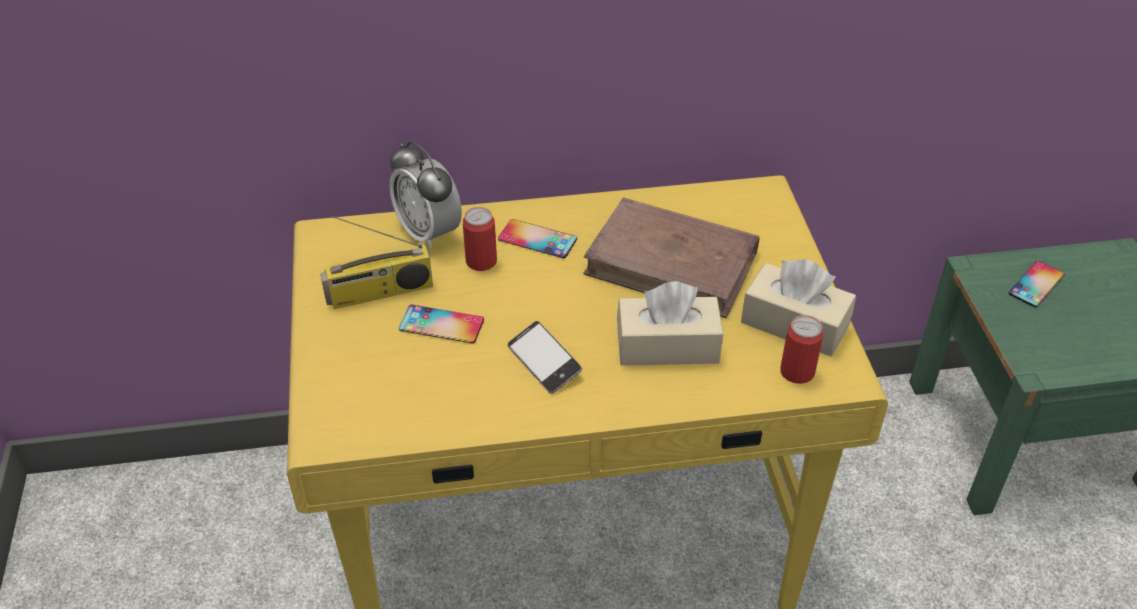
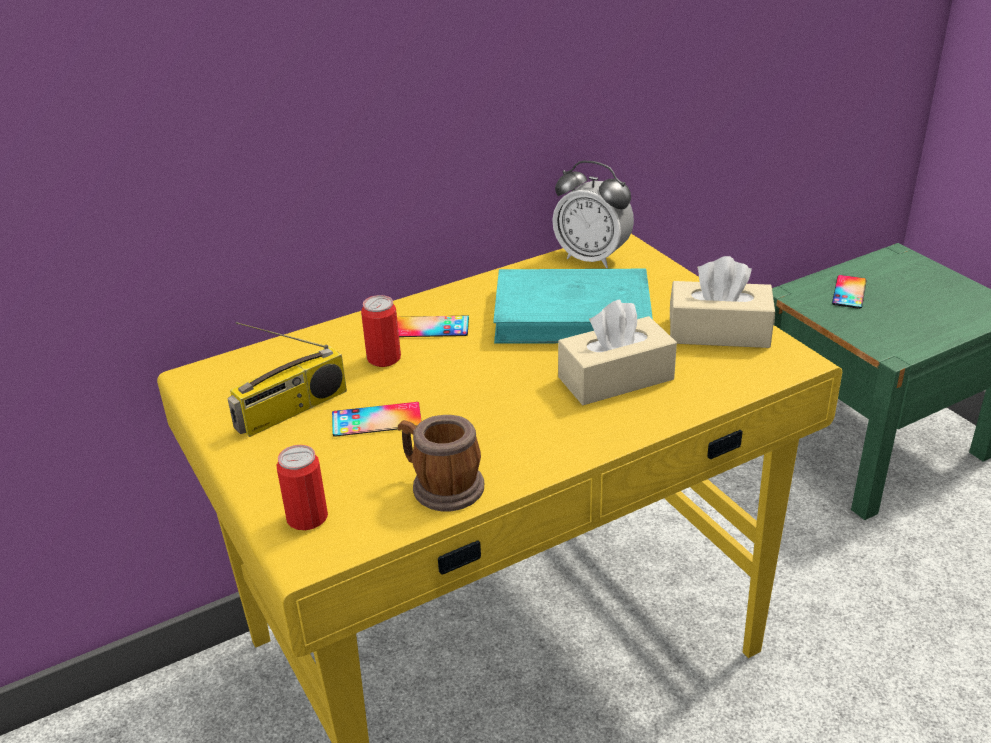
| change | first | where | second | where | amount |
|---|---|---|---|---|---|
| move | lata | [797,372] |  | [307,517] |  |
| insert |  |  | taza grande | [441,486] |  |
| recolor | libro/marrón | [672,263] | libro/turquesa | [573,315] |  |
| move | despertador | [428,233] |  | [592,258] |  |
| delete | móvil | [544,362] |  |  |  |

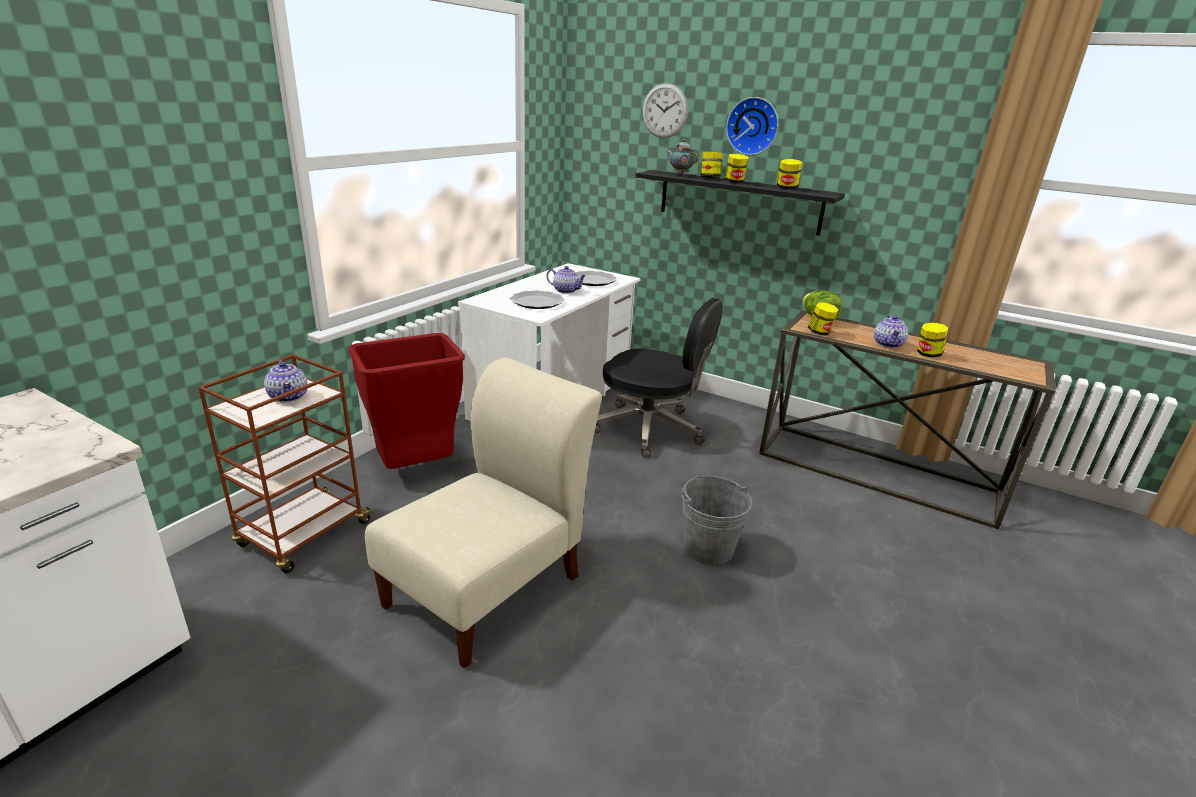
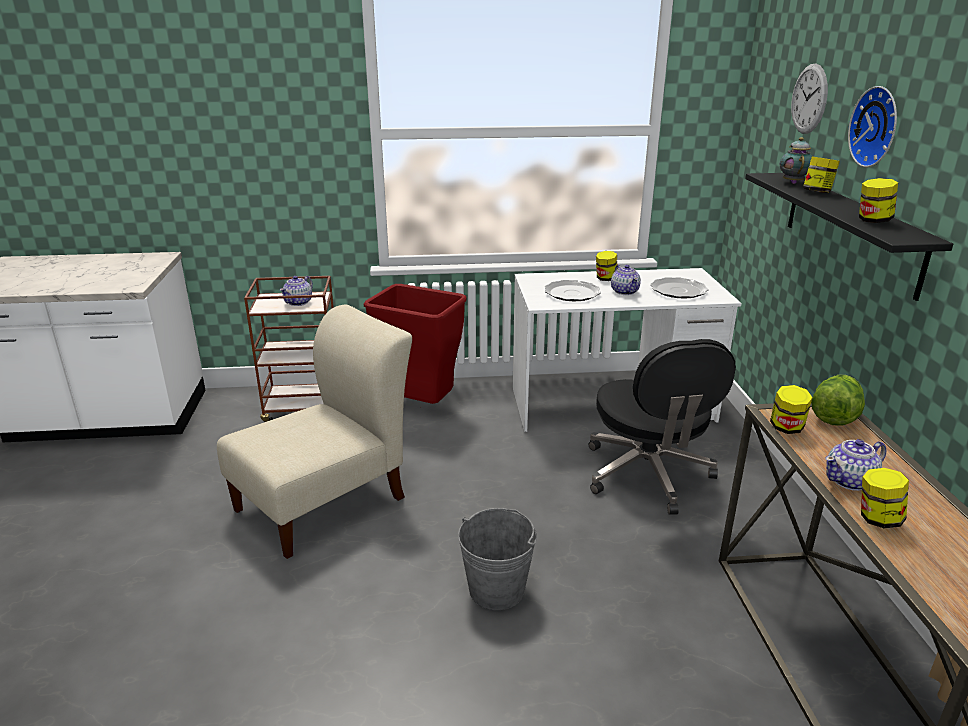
| change | first | where | second | where | amount |
|---|---|---|---|---|---|
| rotate | silla/beis | [490,586] |  | [327,501] | 45 degrees counterclockwise |
| move | tarro | [734,182] |  | [605,279] |  |

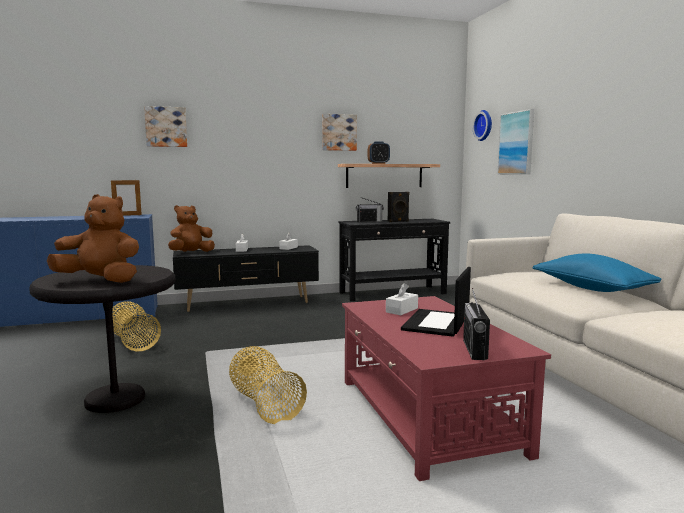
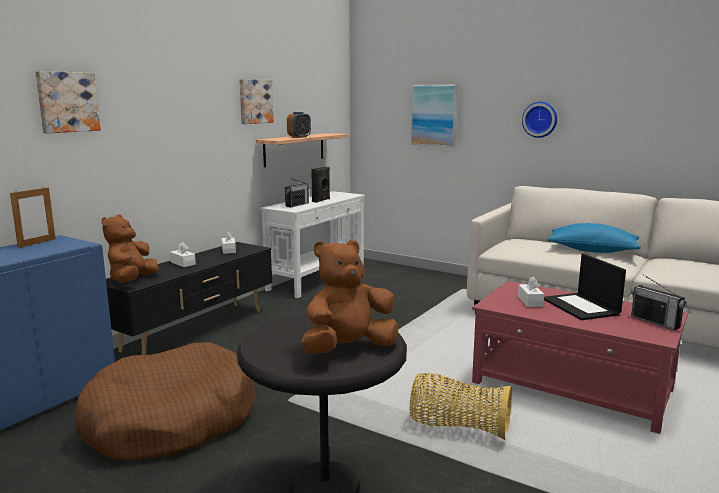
| change | first | where | second | where | amount |
|---|---|---|---|---|---|
| replace | cesta | [133,341] | cama para perro/marrón | [170,420] |  |
| recolor | mesa consola/negro | [393,293] | mesa consola/blanco | [317,279] |  |
| move | reloj de pared | [484,125] |  | [540,119] |  |

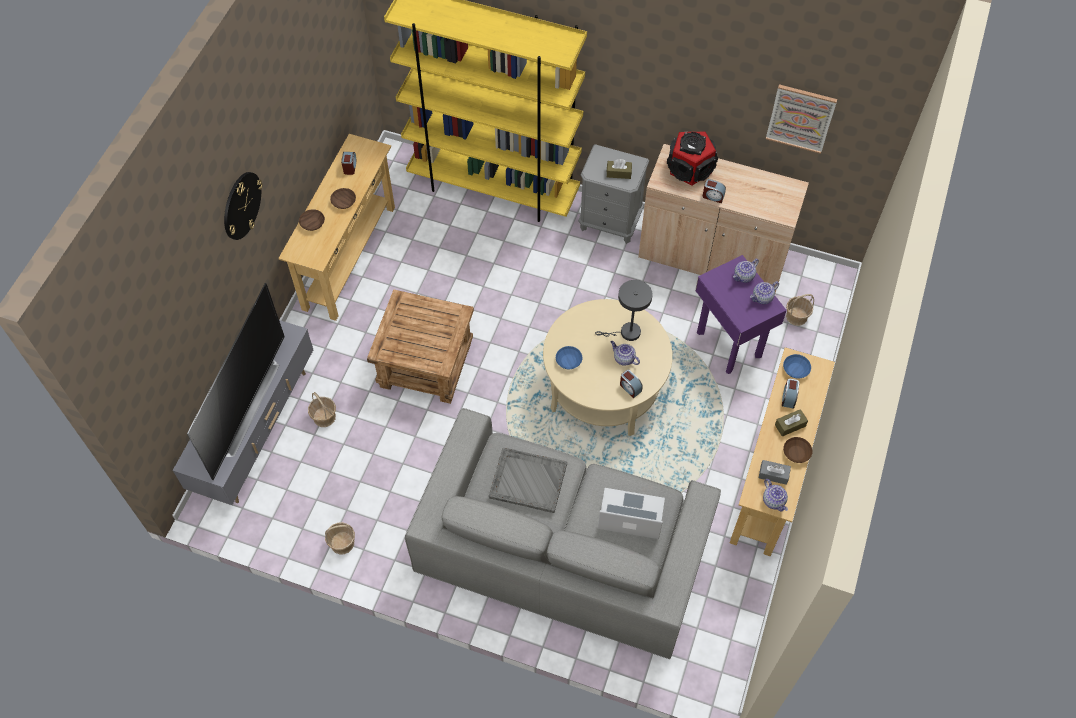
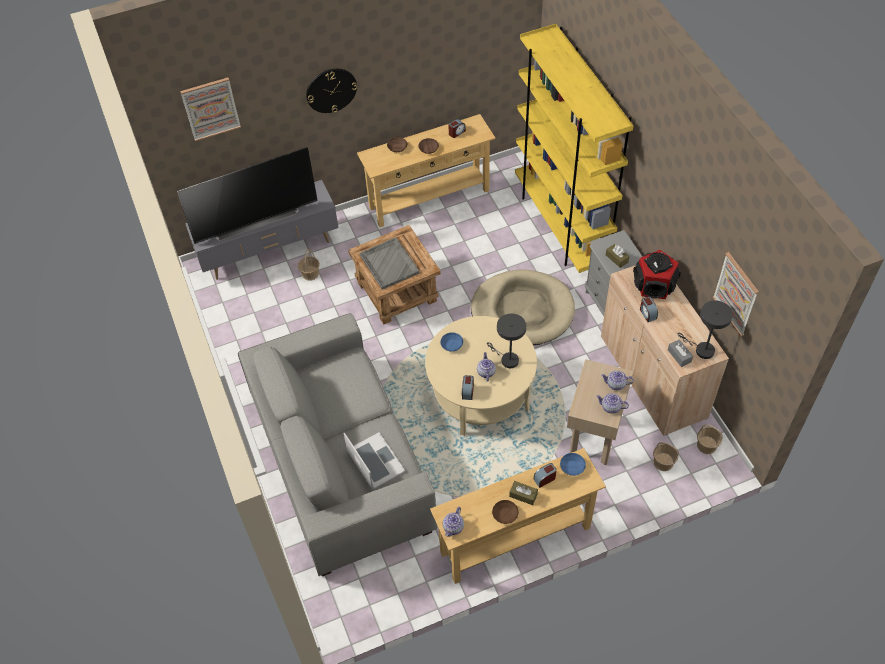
| change | first | where | second | where | amount |
|---|---|---|---|---|---|
| insert |  |  | cuadro | [210,108] |  |
| move | bandeja/gris | [527,480] |  | [389,263] |  |
| insert |  |  | cama para perro/beis | [522,311] |  |
| recolor | mesa auxiliar/morado | [728,344] | mesa auxiliar/beis | [593,438] |  |
| move | caja de pañuelos/gris | [773,474] |  | [679,356] |  |
| insert |  |  | lámpara de mesa/gris | [701,349] |  |
| move | cesta | [342,543] |  | [706,445] |  |

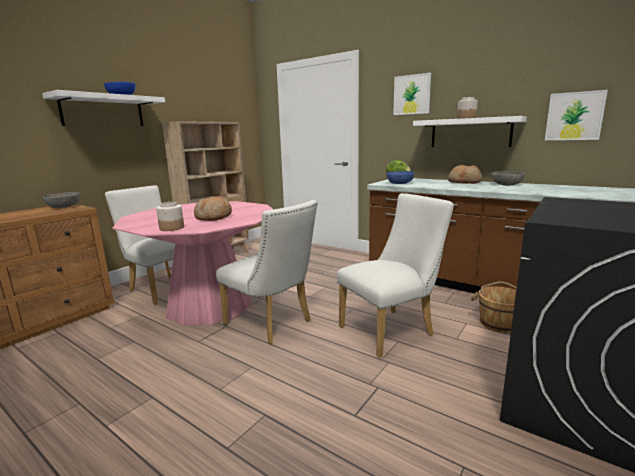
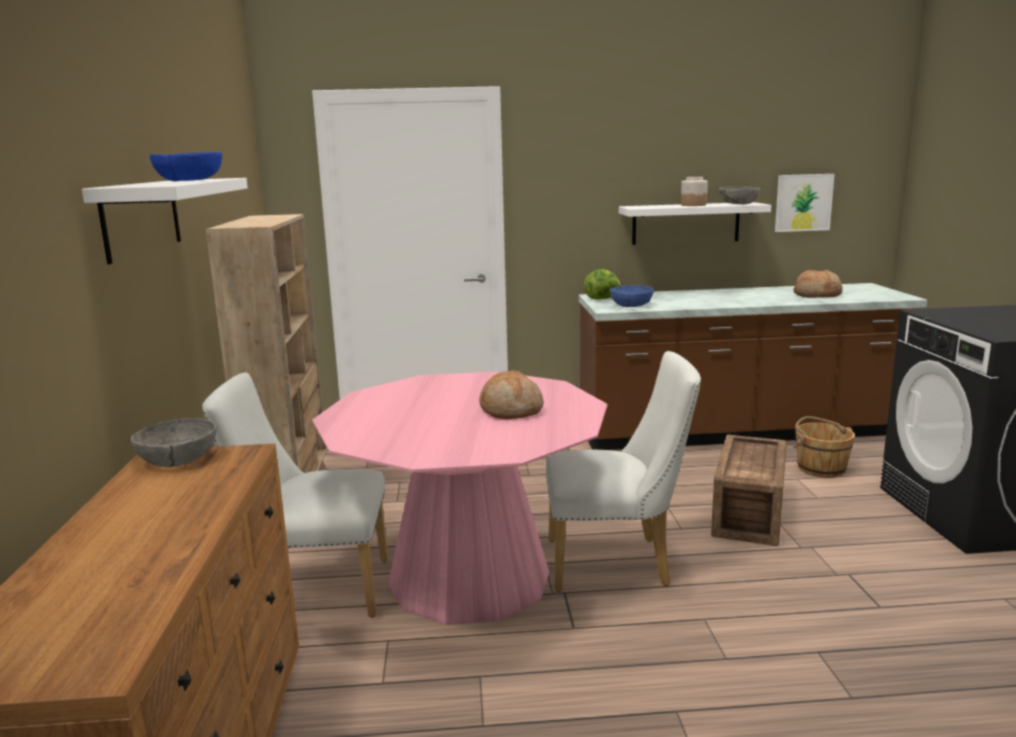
| change | first | where | second | where | amount |
|---|---|---|---|---|---|
| replace | silla/blanco | [391,330] | caja de embalaje | [751,513] |  |
| move | cuenco/gris | [506,184] |  | [738,204] |  |
| move | pan | [464,182] |  | [817,295] |  |
| delete | tarro | [172,228] |  |  |  |
| delete | cuadro | [412,94] |  |  |  |

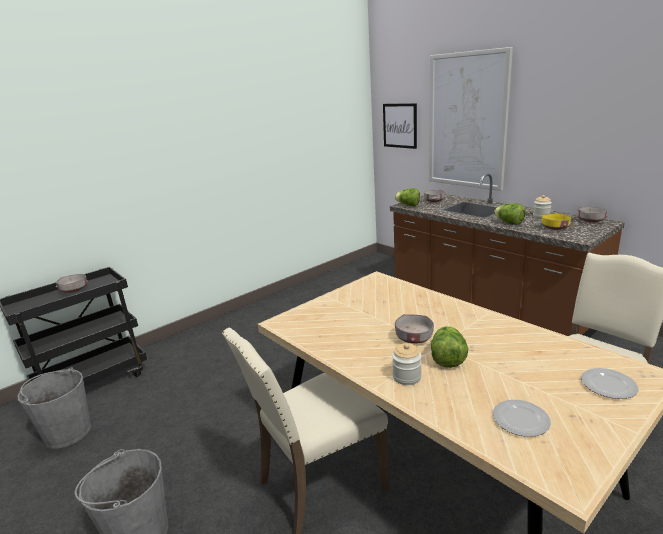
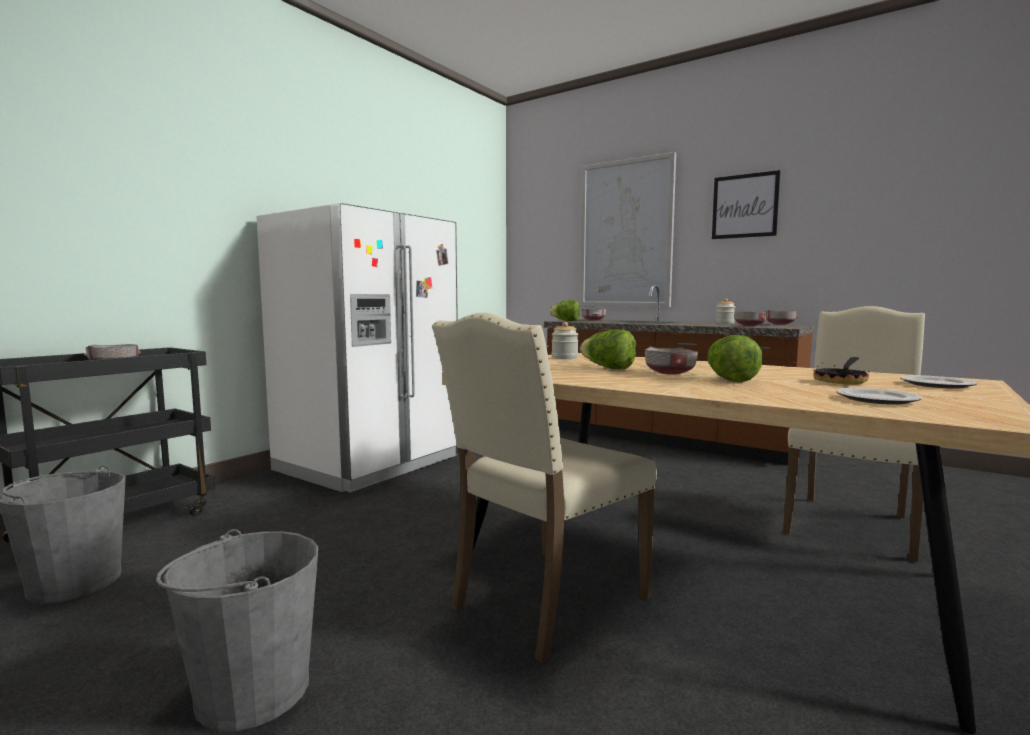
| change | first | where | second | where | amount |
|---|---|---|---|---|---|
| insert |  |  | nevera/blanco | [369,464] |  |
| move | tarro | [406,377] |  | [564,358] |  |
| move | lechuga | [509,223] |  | [608,368] |  |
| move | cuadro | [400,125] |  | [745,206] |  |
| recolor | cuenco/amarillo | [555,228] | cuenco/gris | [749,325] |  |
| insert |  |  | sartén | [842,381] |  |

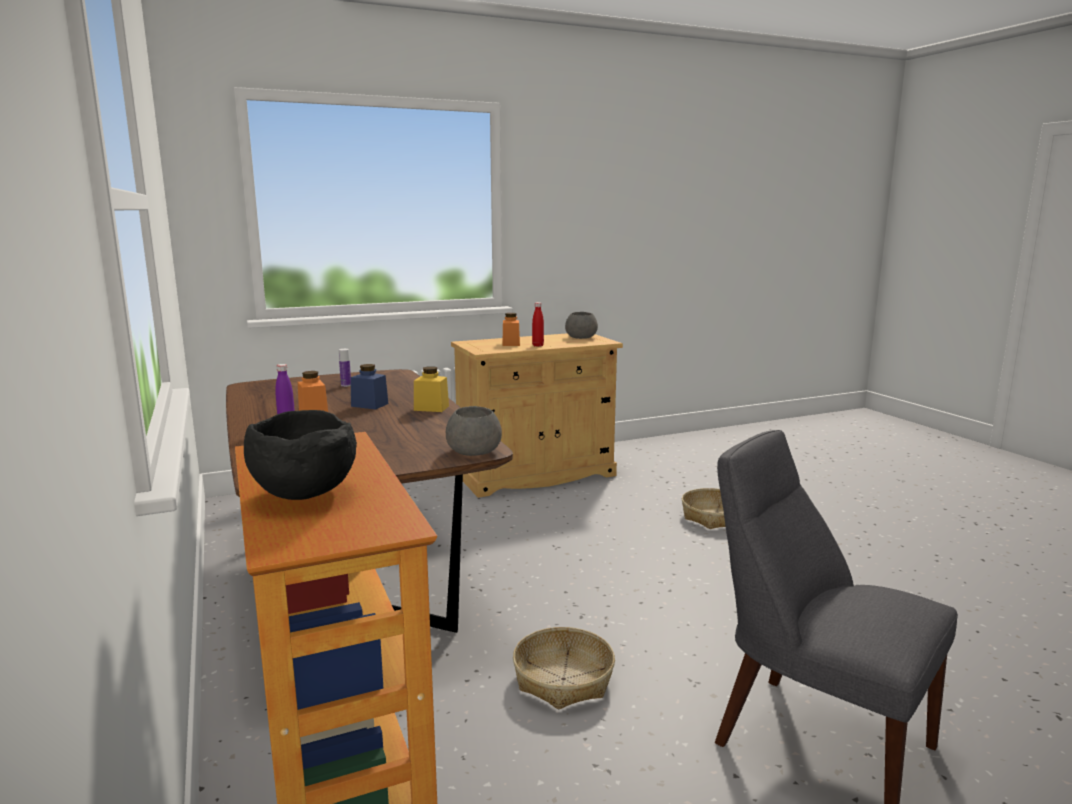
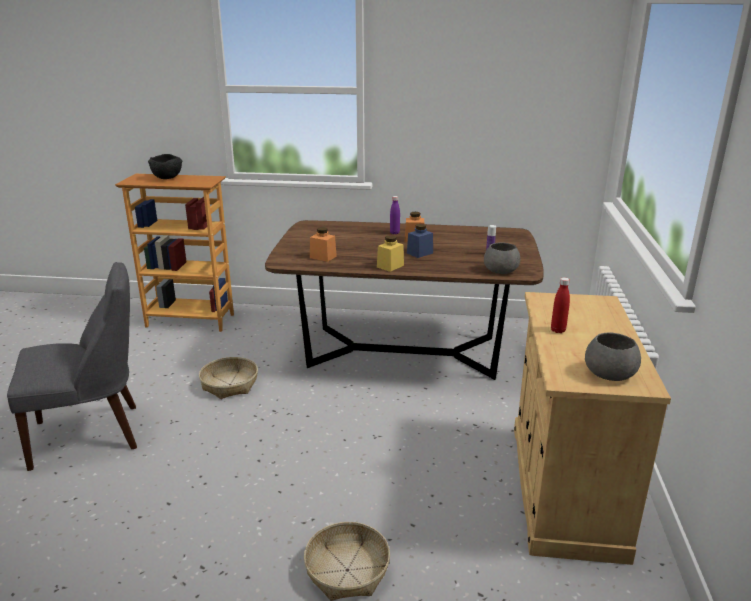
| change | first | where | second | where | amount |
|---|---|---|---|---|---|
| move | tarro/naranja | [511,344] |  | [323,257] |  |
| move | cuenco/gris | [473,451] |  | [501,270] |  |

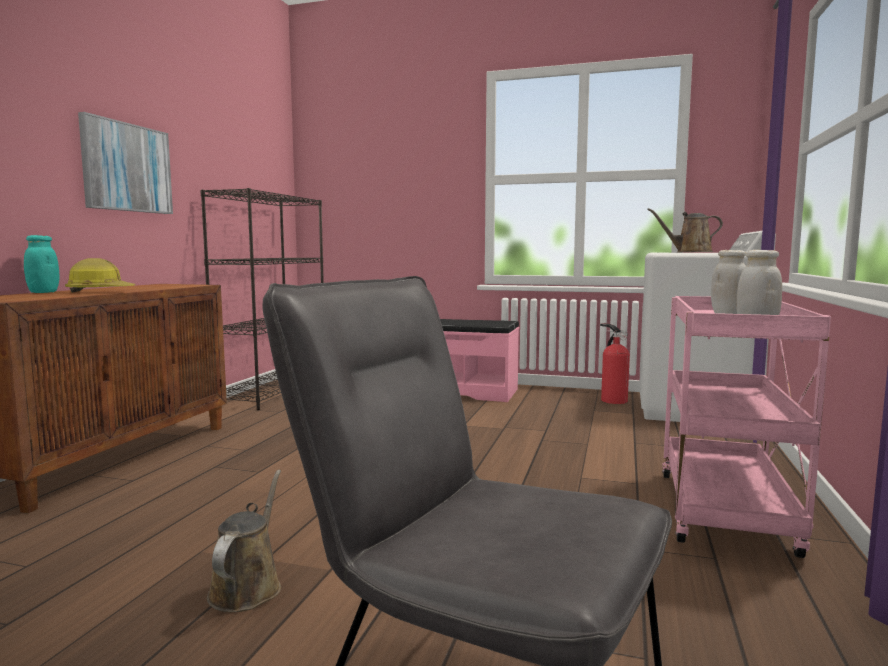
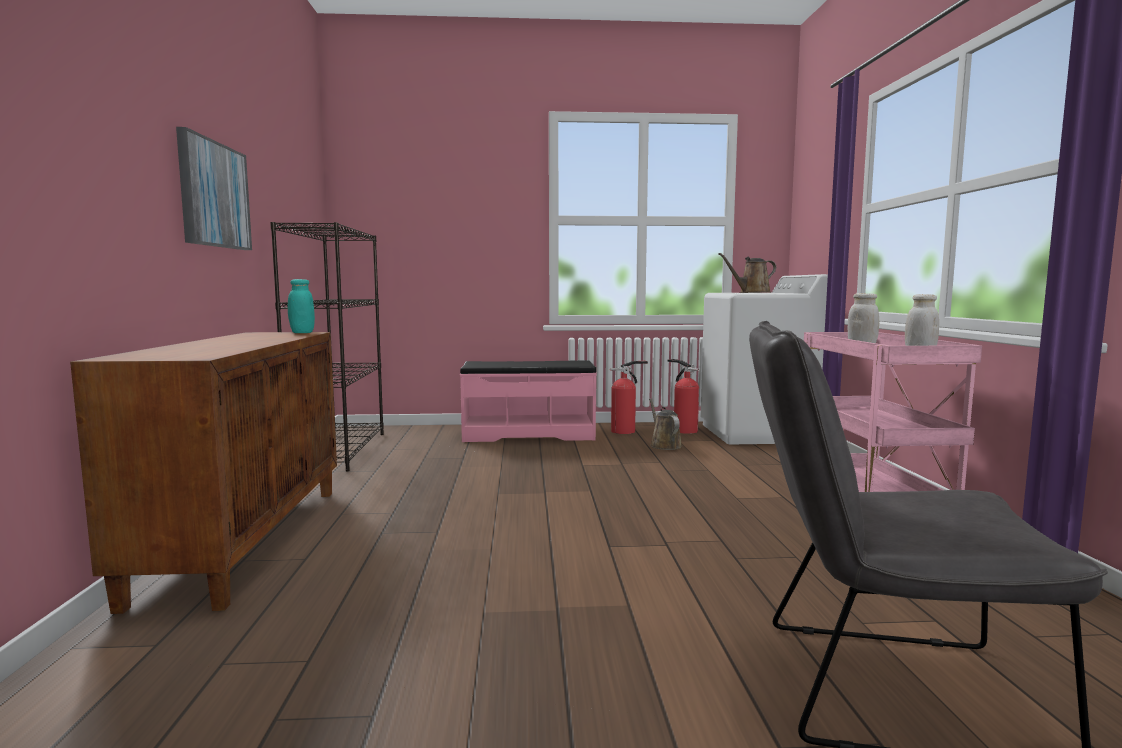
| change | first | where | second | where | amount |
|---|---|---|---|---|---|
| move | tarro/turquesa | [43,292] |  | [302,333] |  |
| insert |  |  | extintor | [625,431] |  |
| move | regadera/marrón | [248,587] |  | [664,445] |  |
| delete | casco | [100,292] |  |  |  |

